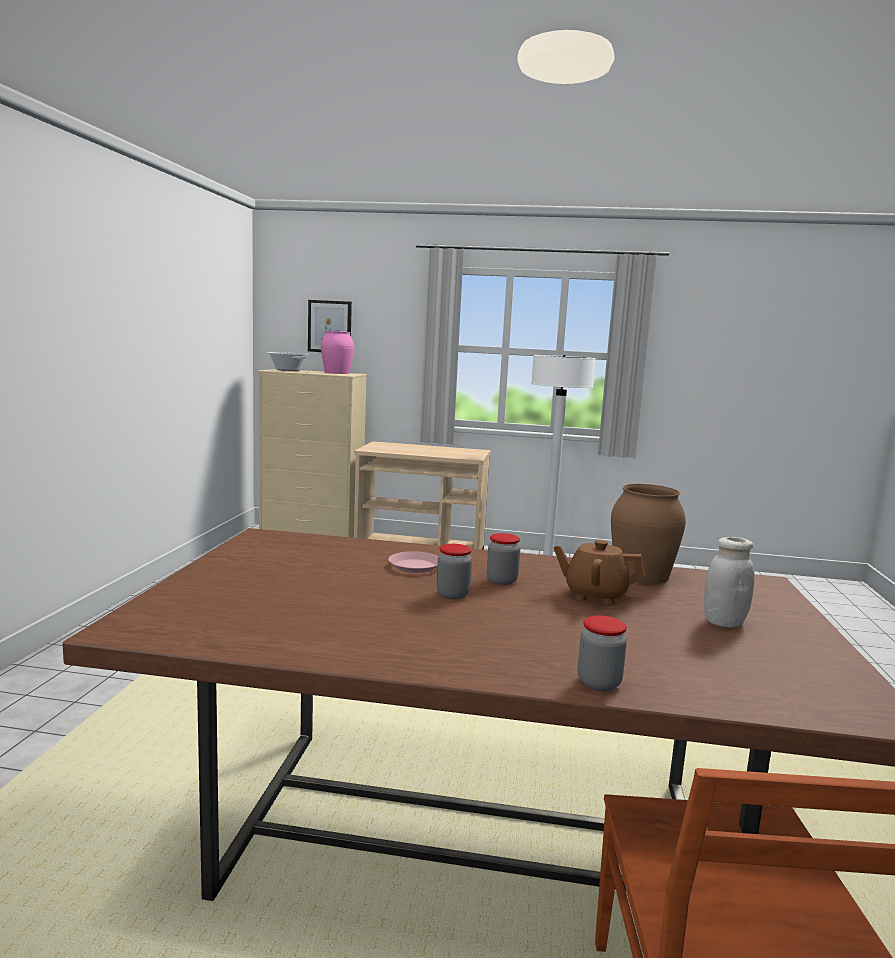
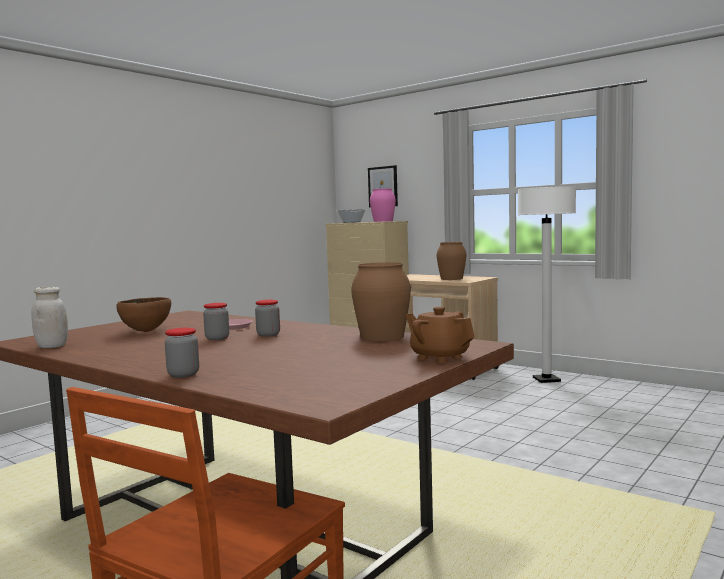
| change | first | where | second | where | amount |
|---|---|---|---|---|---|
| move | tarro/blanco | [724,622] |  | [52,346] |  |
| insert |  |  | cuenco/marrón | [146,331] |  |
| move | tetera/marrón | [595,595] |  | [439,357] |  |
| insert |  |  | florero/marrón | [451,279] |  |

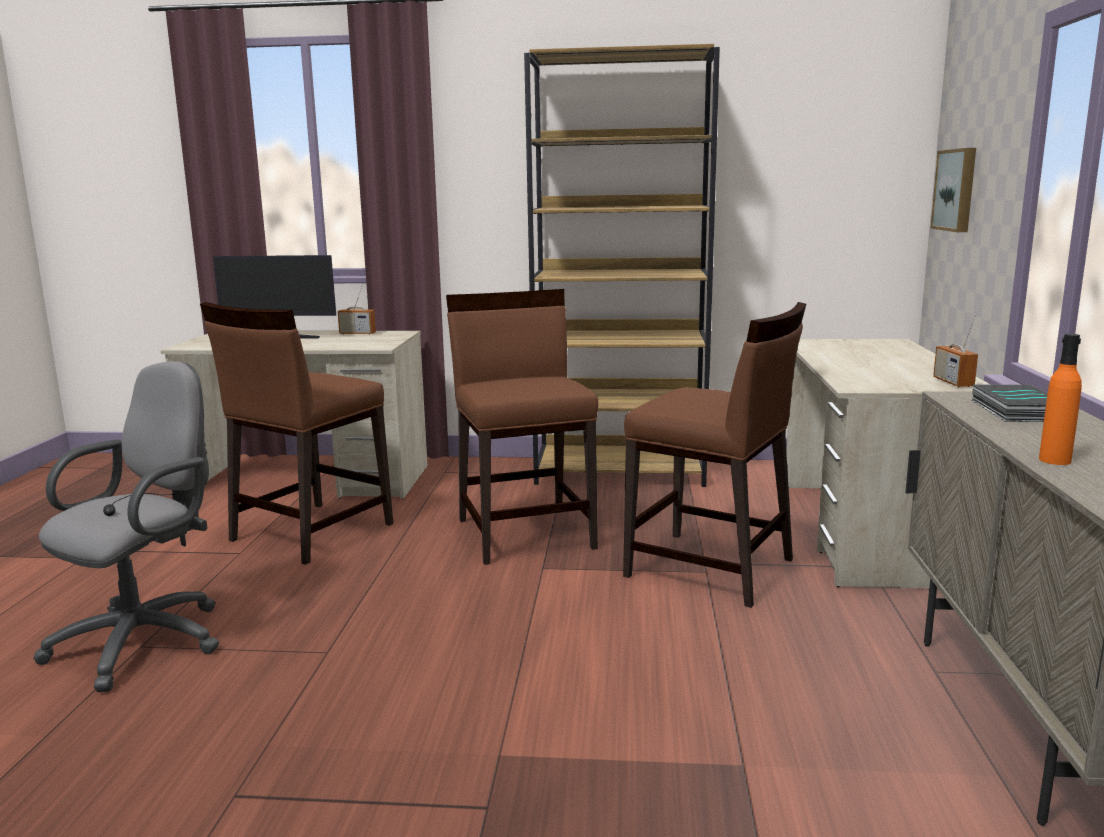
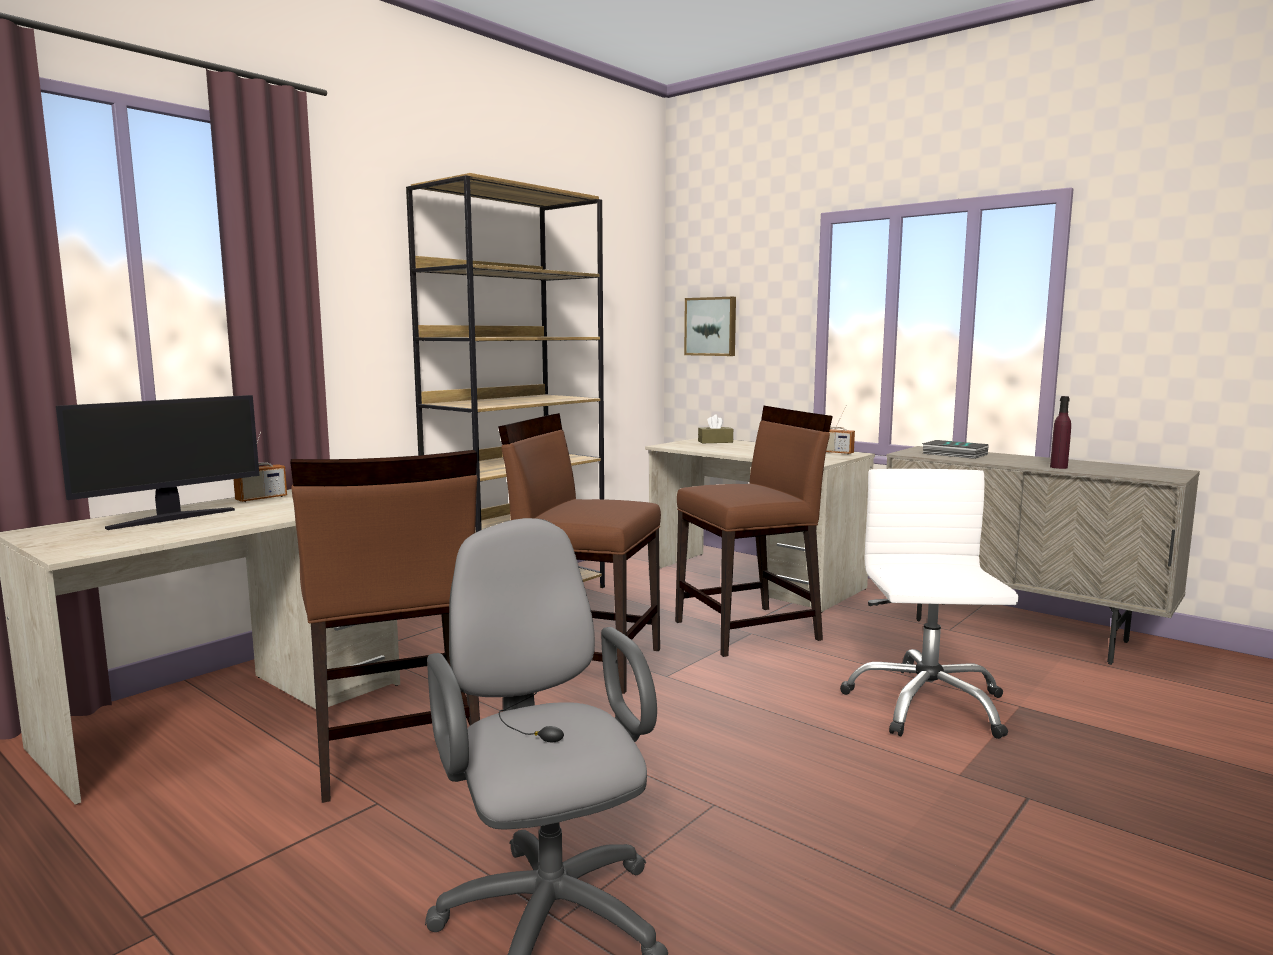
| change | first | where | second | where | amount |
|---|---|---|---|---|---|
| insert |  |  | caja de pañuelos/marrón | [715,442] |  |
| insert |  |  | silla de oficina/blanco | [926,704] |  |
| recolor | botella/naranja | [1054,460] | botella/morado | [1058,467] |  |

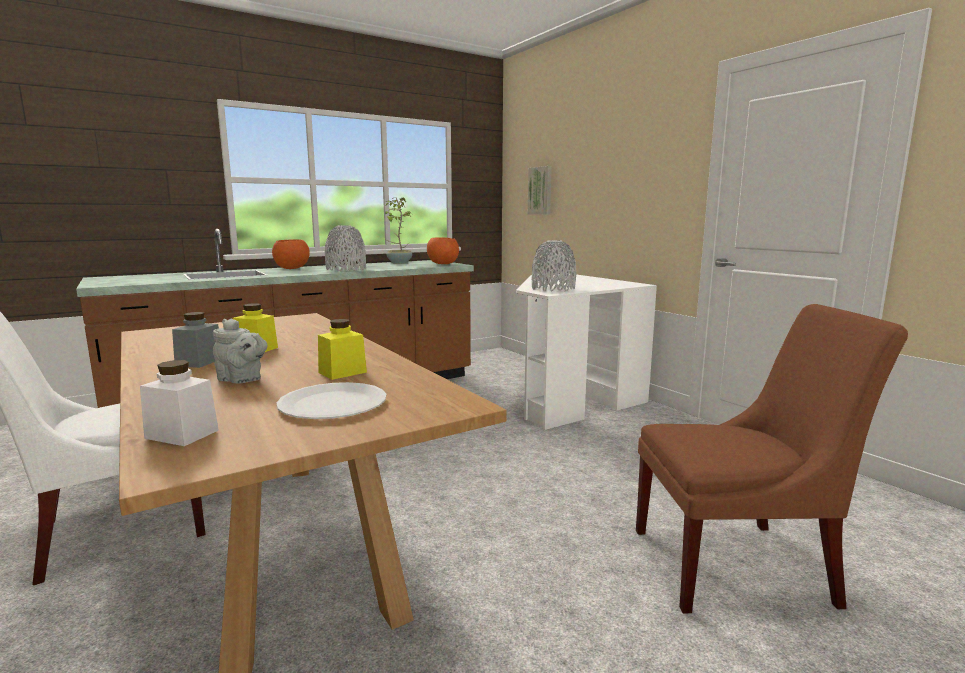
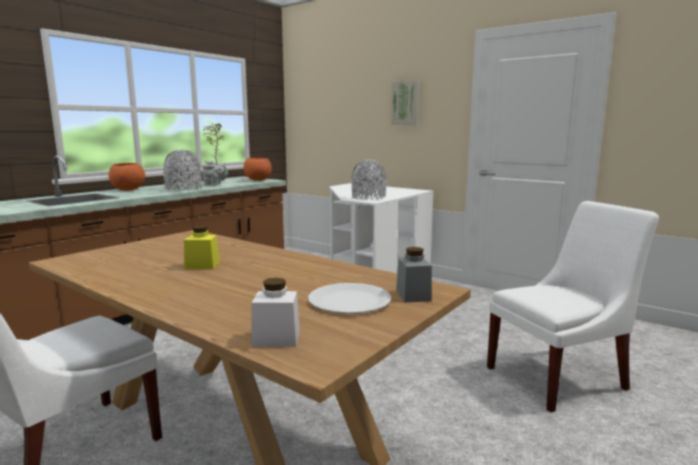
| change | first | where | second | where | amount |
|---|---|---|---|---|---|
| move | tetera/gris | [242,380] |  | [214,184] |  |
| move | cuadro | [540,191] |  | [405,103] |  |
| move | tarro/gris | [199,362] |  | [413,295] |  |
| recolor | silla/marrón | [739,566] | silla/blanco | [560,377] |  |
| delete | tarro/amarillo | [342,372] |  |  |  |

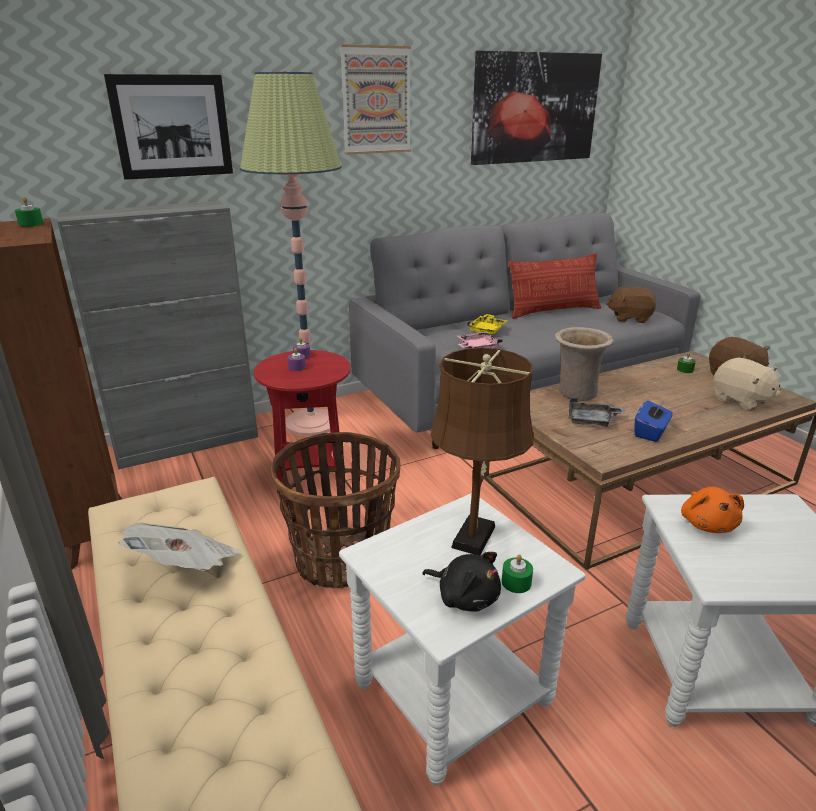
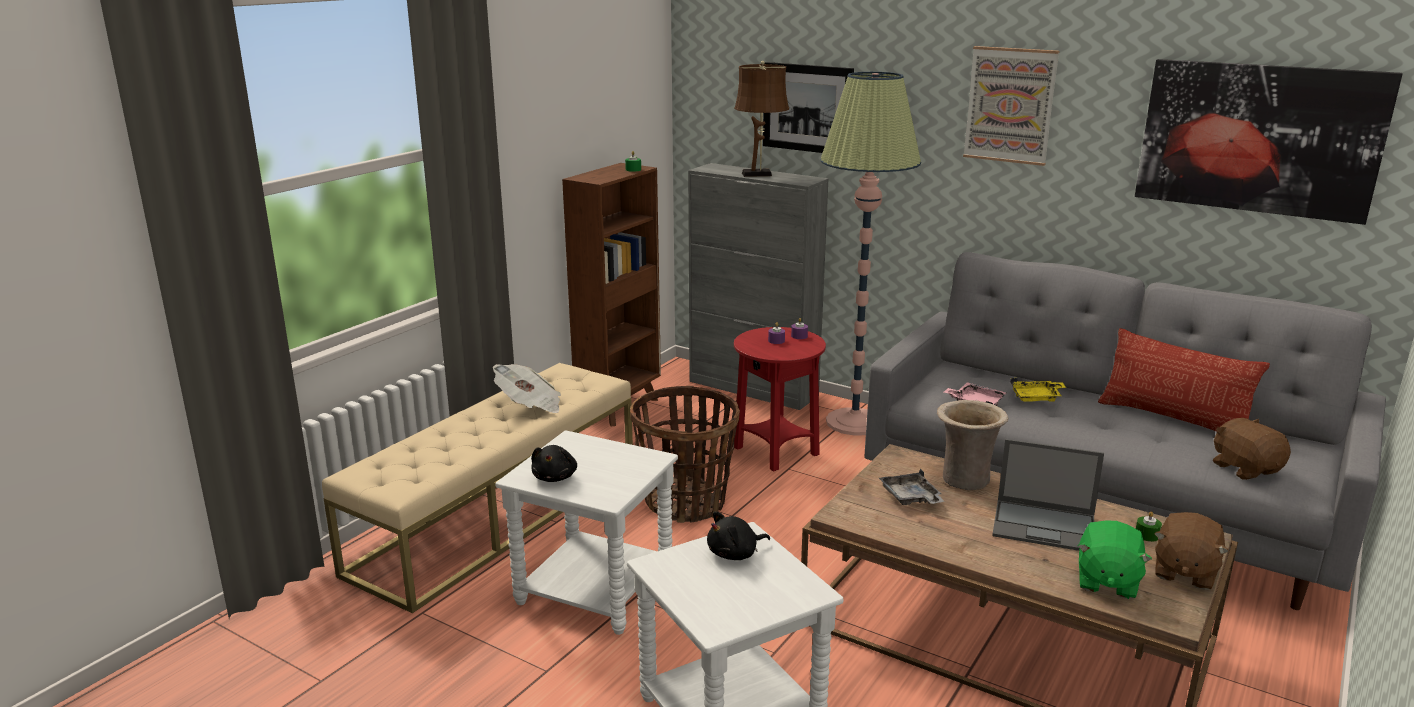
| change | first | where | second | where | amount |
|---|---|---|---|---|---|
| recolor | peluche/naranja | [707,524] | peluche/negro | [735,554] |  |
| move | lámpara de mesa/marrón | [475,533] |  | [760,174] |  |
| insert |  |  | portátil | [1045,526] |  |
| recolor | peluche/beis | [740,400] | peluche/verde | [1106,581] |  |
| delete | vela/verde | [516,582] |  |  |  |
| delete | caja de pañuelos/azul | [651,432] |  |  |  |

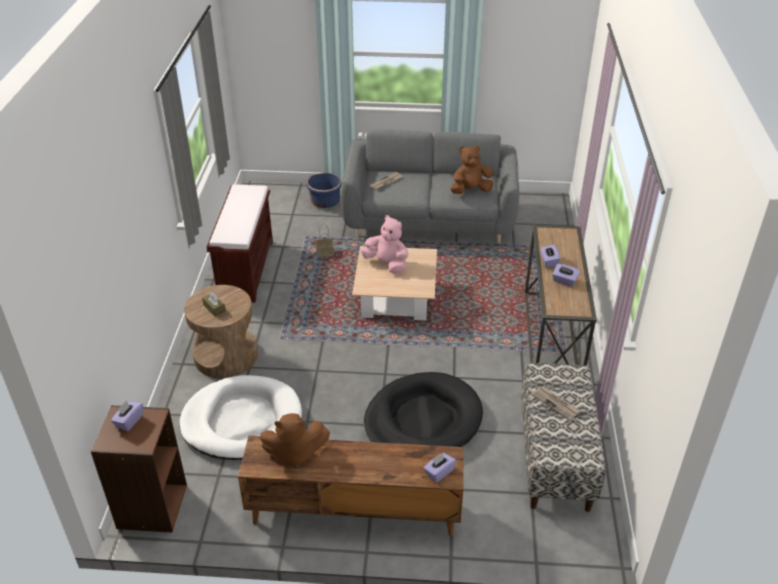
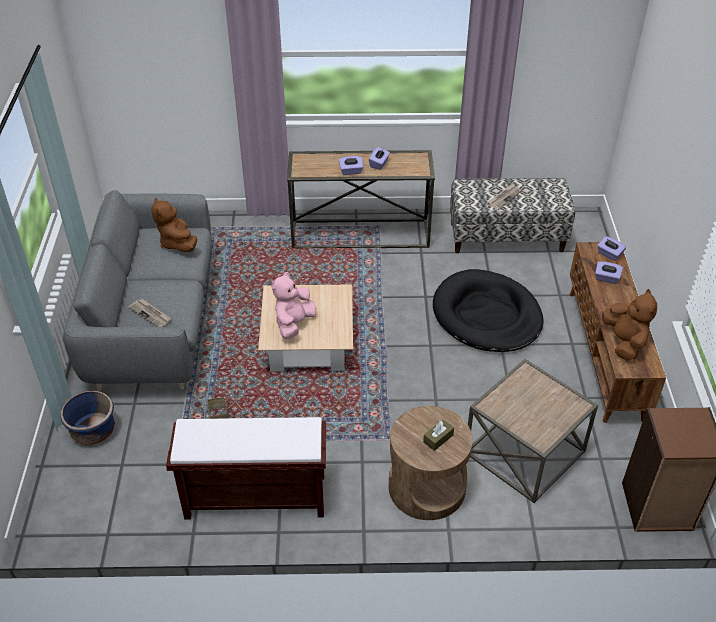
| change | first | where | second | where | amount |
|---|---|---|---|---|---|
| replace | cama para perro/blanco | [242,421] | mesa auxiliar/marrón | [524,452] |  |
| move | caja de pañuelos/morado | [129,421] |  | [606,278] |  |

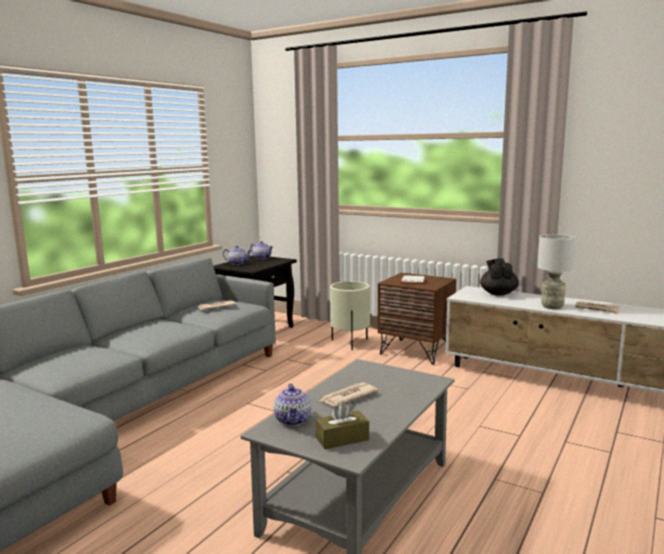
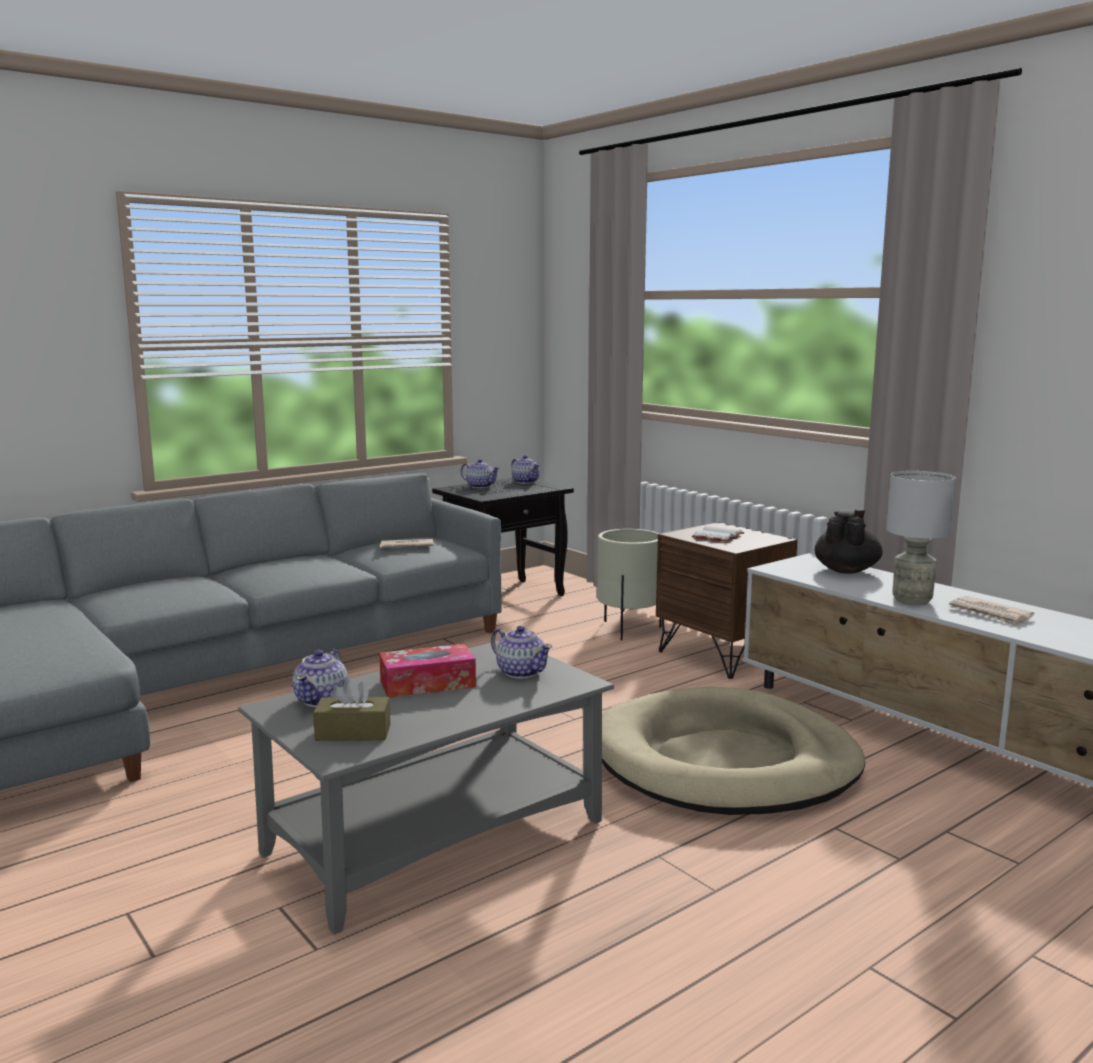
| change | first | where | second | where | amount |
|---|---|---|---|---|---|
| replace | periódico | [347,397] | caja de pañuelos | [427,684] |  |
| insert |  |  | tetera | [521,672] |  |
| insert |  |  | cama para perro/beis | [725,762] |  |

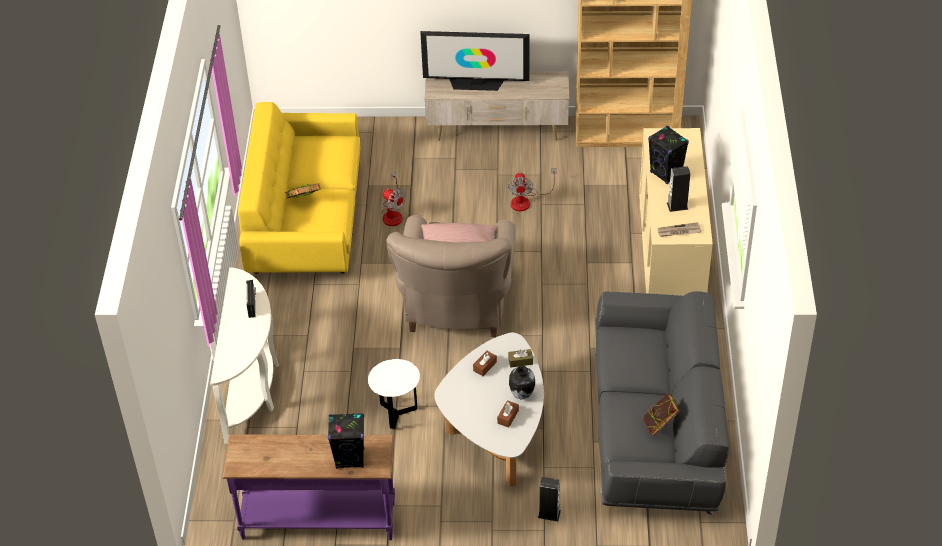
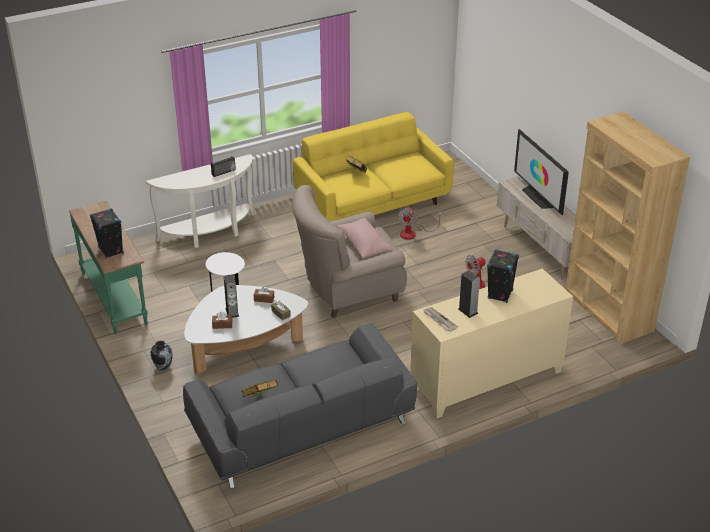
| change | first | where | second | where | amount |
|---|---|---|---|---|---|
| recolor | mesa consola/morado | [318,519] | mesa consola/verde | [115,298] |  |
| move | florero | [522,395] |  | [163,367] |  |
| move | altavoz | [549,514] |  | [232,312] |  |

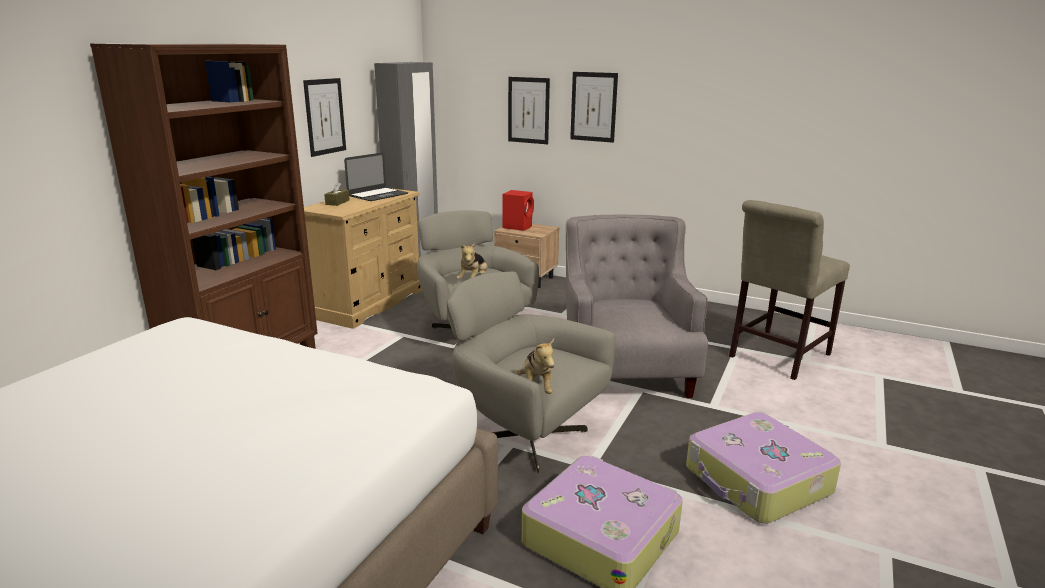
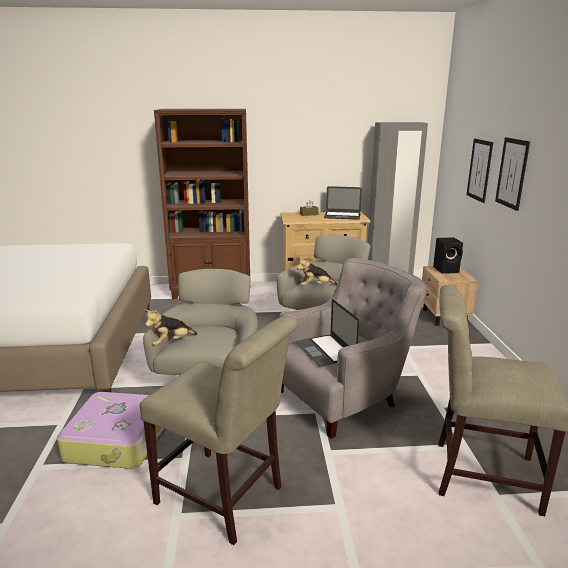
| change | first | where | second | where | amount |
|---|---|---|---|---|---|
| replace | maleta | [757,481] | silla/beis | [224,498] |  |
| insert |  |  | portátil | [325,350] |  |
| recolor | altavoz/rojo | [518,227] | altavoz/negro | [447,270] |  |
| delete | cuadro | [325,116] |  |  |  |

